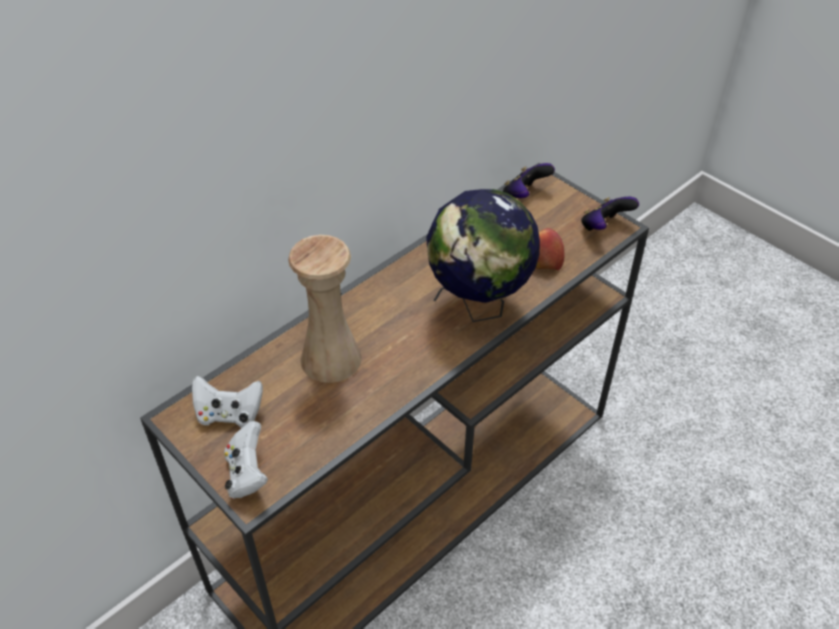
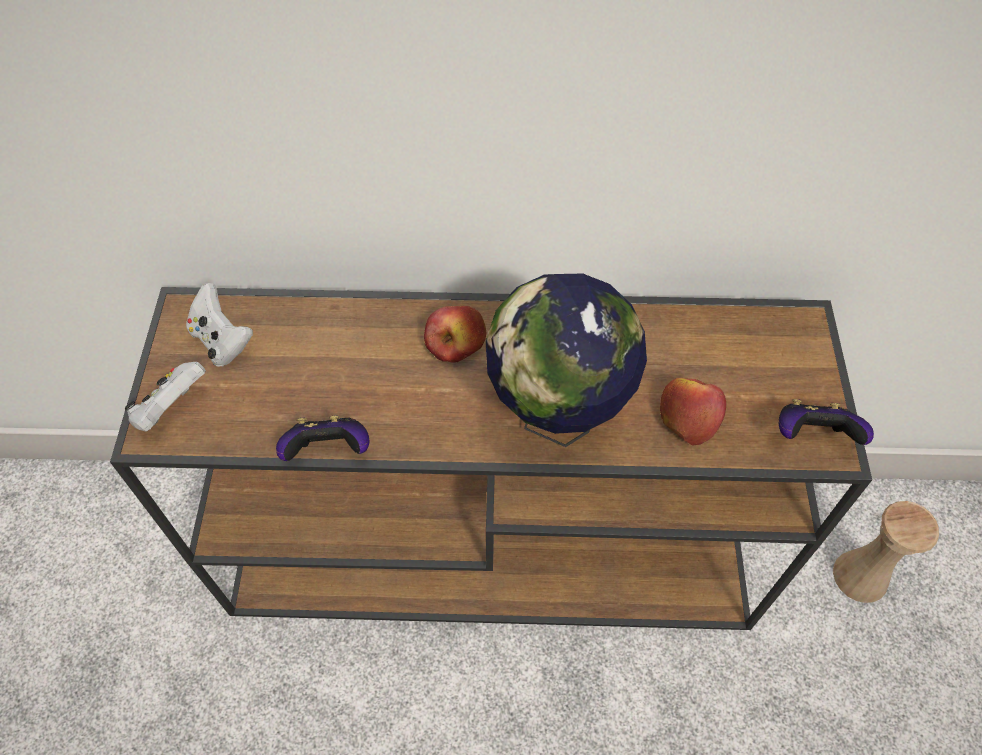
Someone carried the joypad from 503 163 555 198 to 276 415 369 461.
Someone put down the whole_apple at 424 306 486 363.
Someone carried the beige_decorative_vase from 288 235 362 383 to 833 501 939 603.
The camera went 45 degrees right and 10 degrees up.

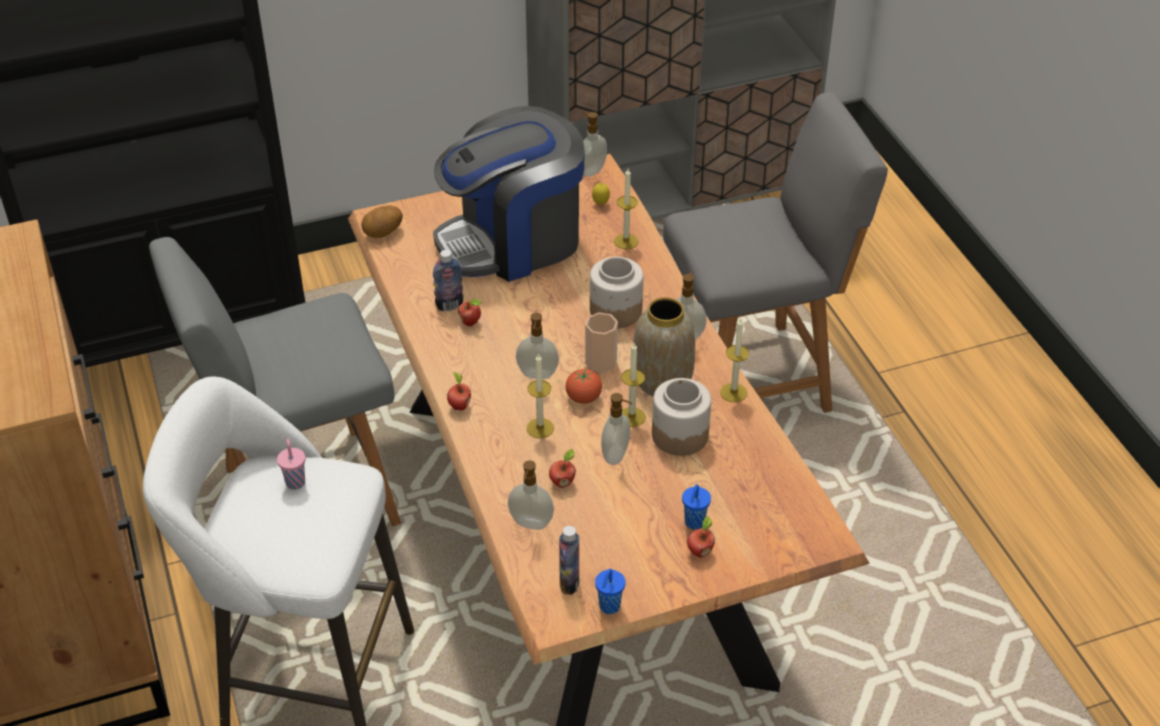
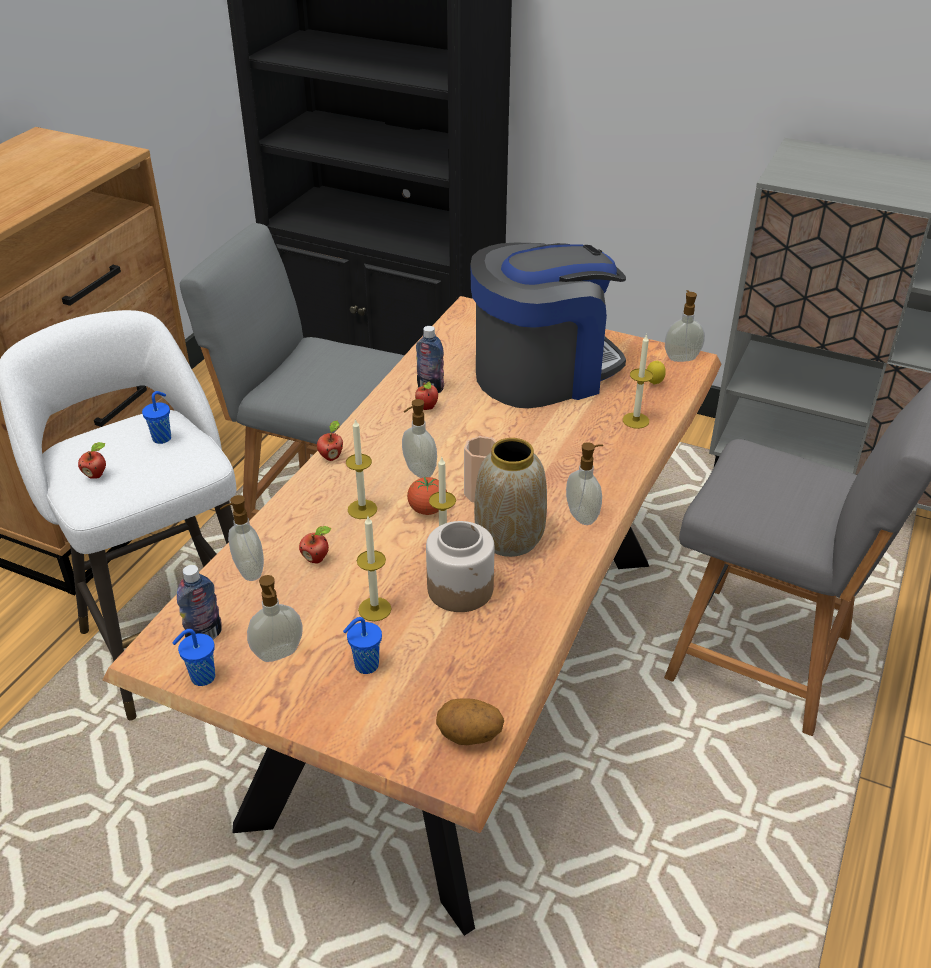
Someone carried the whole_apple from 687 516 715 558 to 78 442 106 479.
Someone repainted the pink_drinking_cup at 277 439 306 490, which became the bluish_drinking_cup at 142 391 171 444.
Someone carried the soap_dispenser from 601 393 632 465 to 247 575 303 662.
Someone carried the wax_light from 720 319 749 402 to 357 516 391 621.
Someone carried the potato from 361 205 403 238 to 436 698 504 745.
Someone rotated the coffee_machine at 433 106 585 282 by 135 degrees clockwise.
Someone took away the jar at 590 257 643 328.
The camera went 45 degrees right and 5 degrees down.

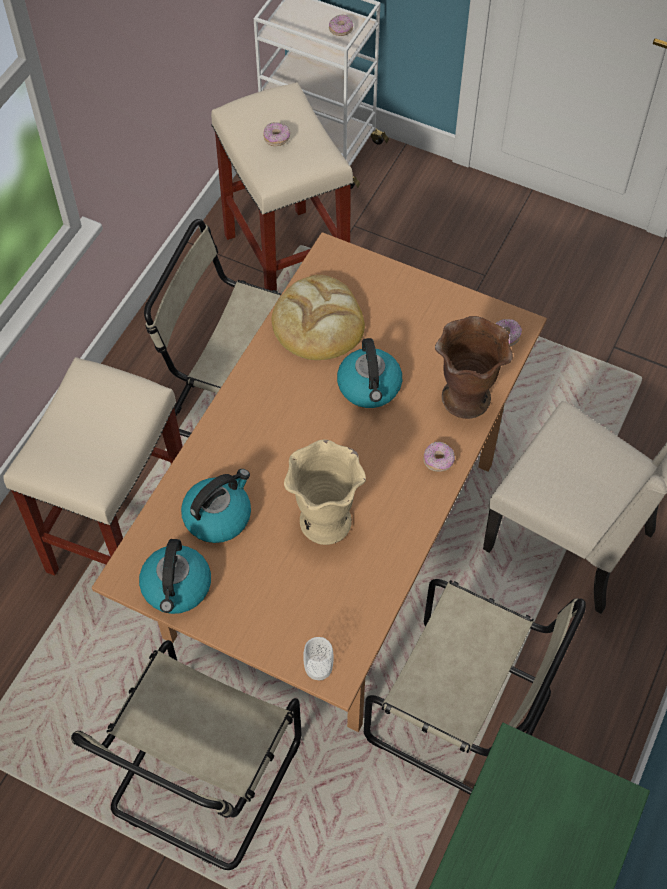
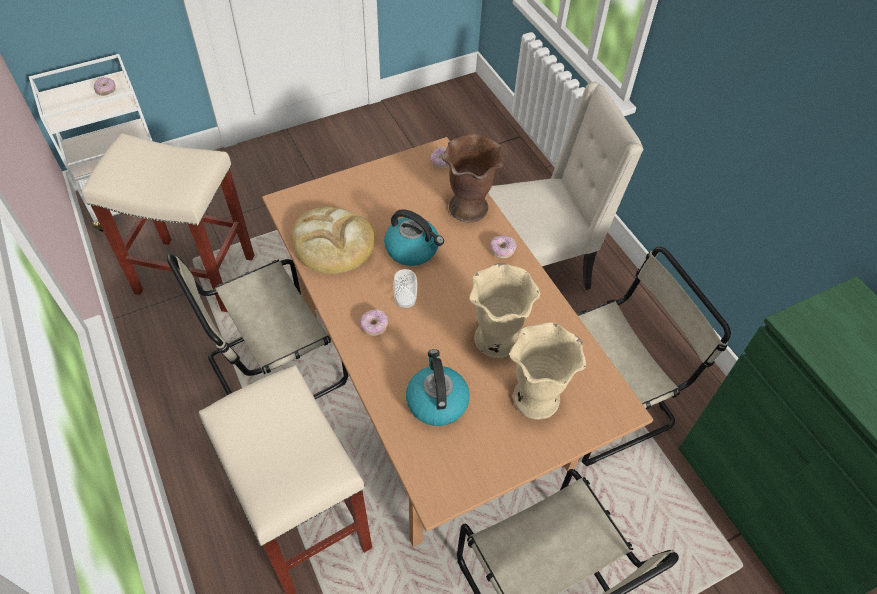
Someone carried the doughnut from 263 122 290 146 to 360 309 388 336.
Someone carried the drinking_cup from 303 637 334 681 to 393 269 417 309.
Someone put down the beige_decorative_vase at 509 322 586 420.
Someone took away the kettle at 139 539 211 614.
The camera went 55 degrees left and 5 degrees down.

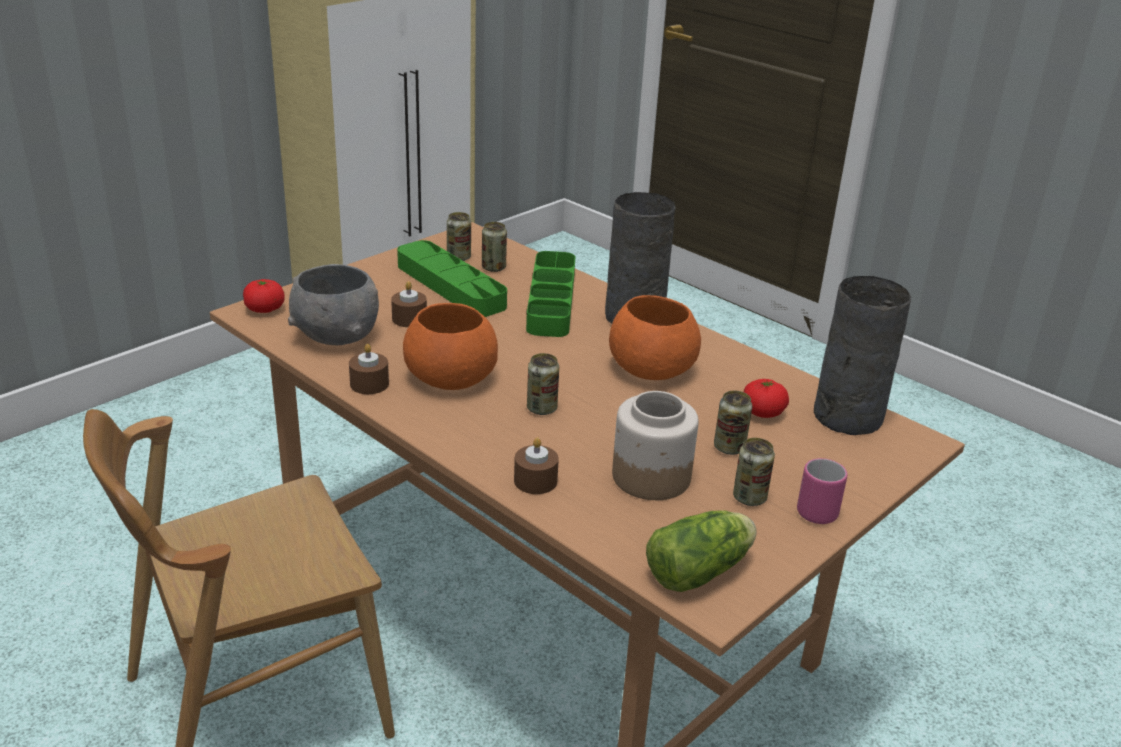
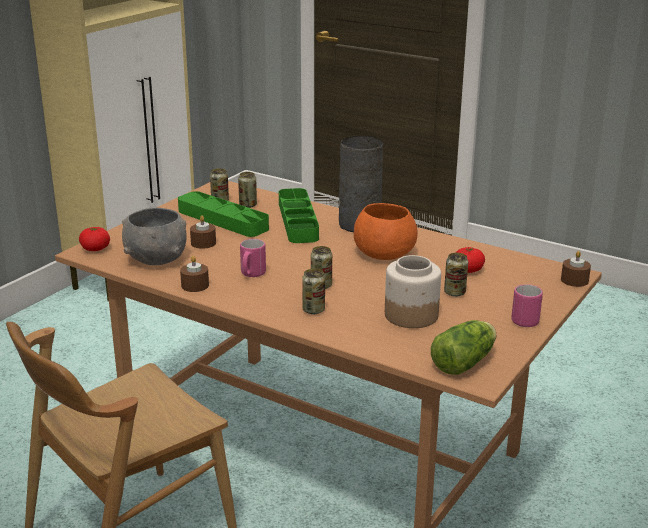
Someone swapped the orangey_bowl at 403 303 498 390 for the pink_mug at 240 239 266 277.
Someone carried the sealed_can from 733 438 775 506 to 302 269 325 314.
Someone carried the brown-coloured_wax_light from 514 437 559 494 to 561 251 591 287.
Someone took away the greyish_decorative_vase at 814 276 911 435.
The camera went 10 degrees left and 5 degrees down.

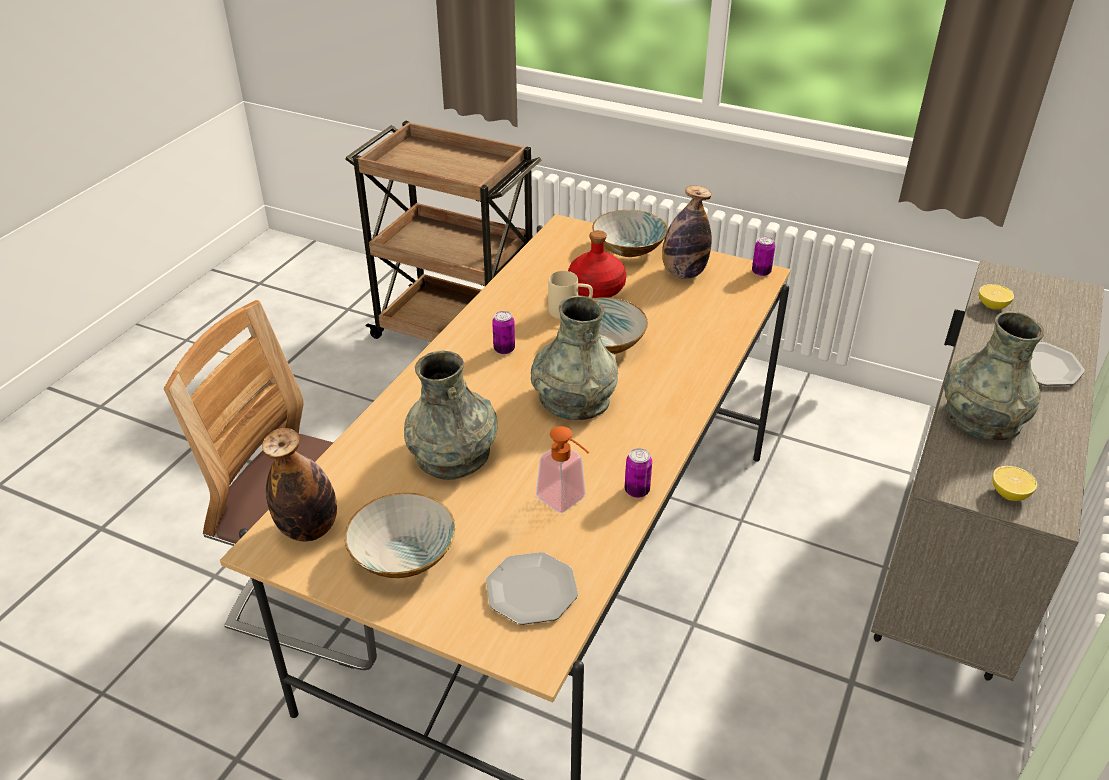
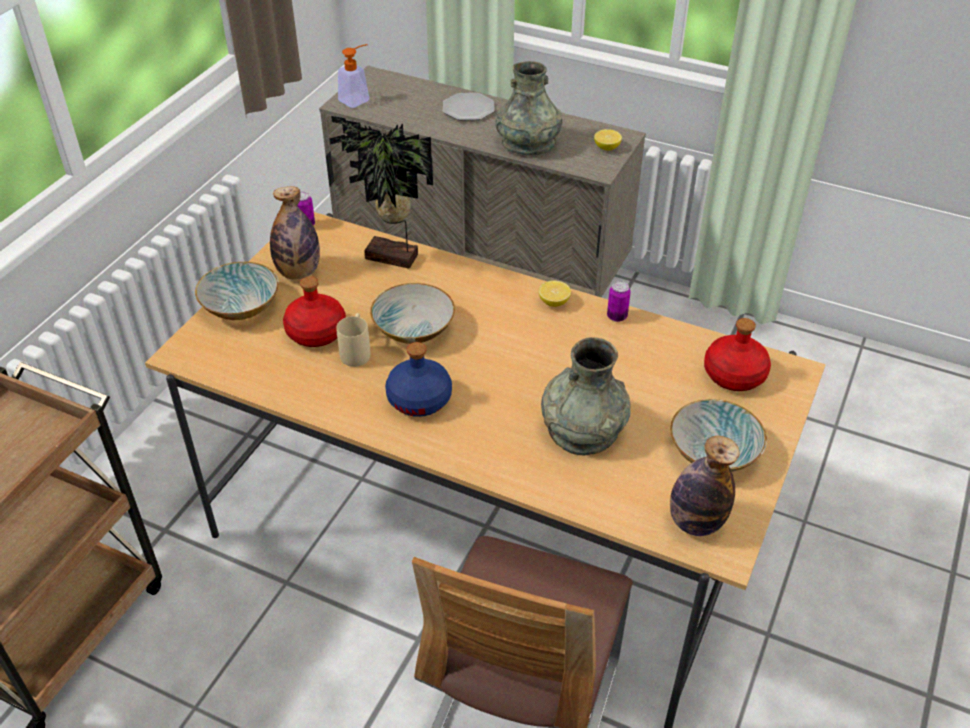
Someone put down the potted_plant at 330 116 433 269.
Someone carried the soap_dispenser from 536 426 589 513 to 338 44 369 108.
Someone swapped the sealed_can at 492 311 515 354 for the bluish_beverage_bottle at 385 342 452 417.
Someone carried the lemon from 979 284 1014 309 to 539 281 571 307.
Someone swapped the plate at 486 552 578 625 for the red-coloured_beverage_bottle at 704 318 771 391.
Someone took away the greyish_decorative_vase at 531 296 618 420.
The camera went 90 degrees left and 5 degrees up.

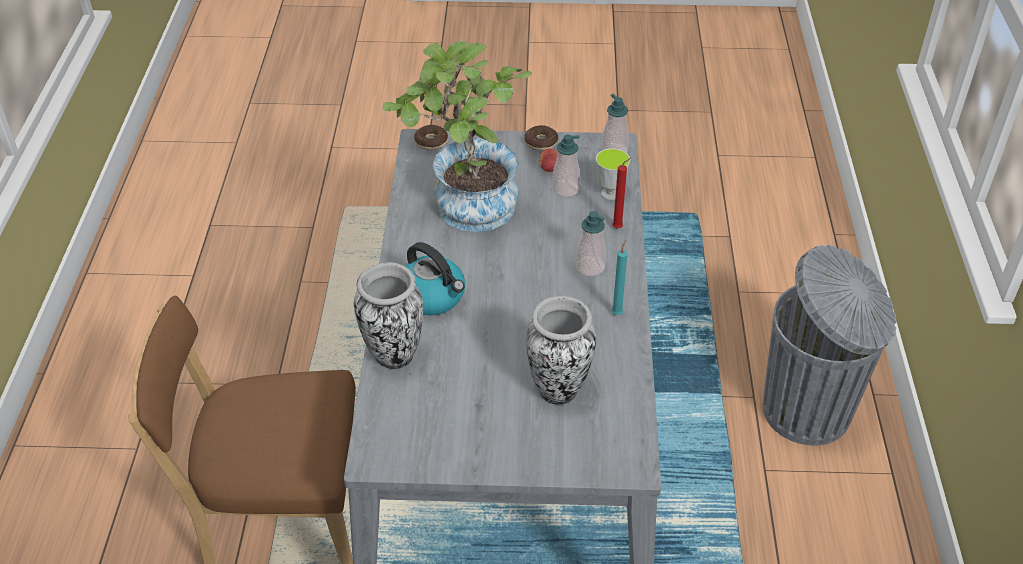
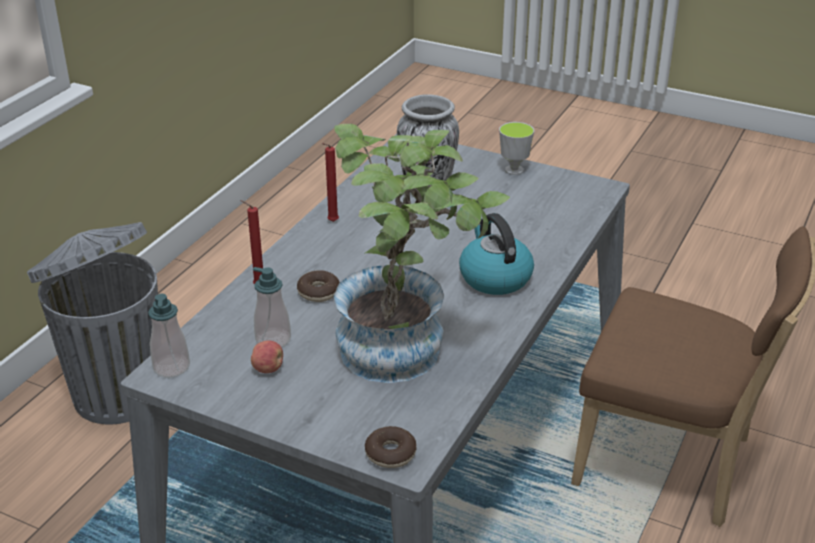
Someone carried the doughnut from 524 125 558 151 to 297 270 340 302.
Someone repainted the blue-green_wax_light at 612 240 627 315, which became the red-coloured_wax_light at 322 143 339 222.
Someone carried the drinking_cup from 596 148 630 200 to 499 122 534 175.
Someone took away the decorative_vase at 354 262 423 369.
Someone took away the soap_dispenser at 576 211 606 276.
The camera went 155 degrees left and 10 degrees down.

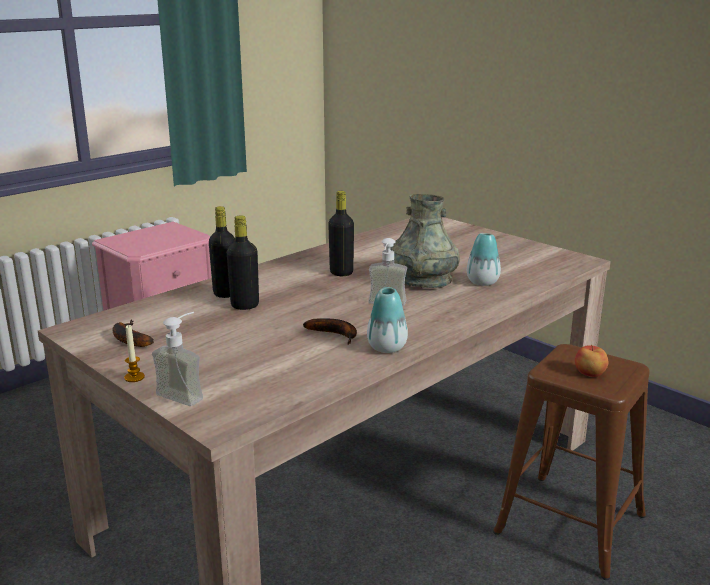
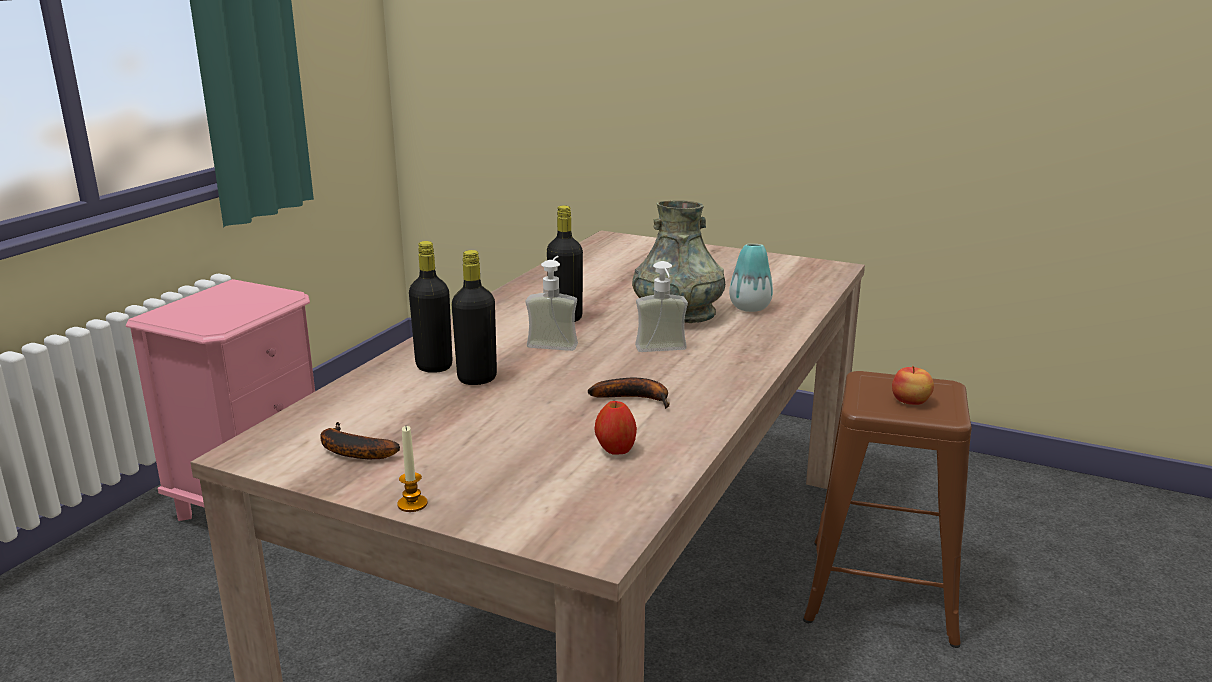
Someone carried the soap_dispenser from 152 312 203 406 to 526 256 578 351.
Someone put down the whole_apple at 594 401 637 454.
Someone took away the decorative_vase at 367 287 408 353.
The camera went 20 degrees left and 0 degrees up.

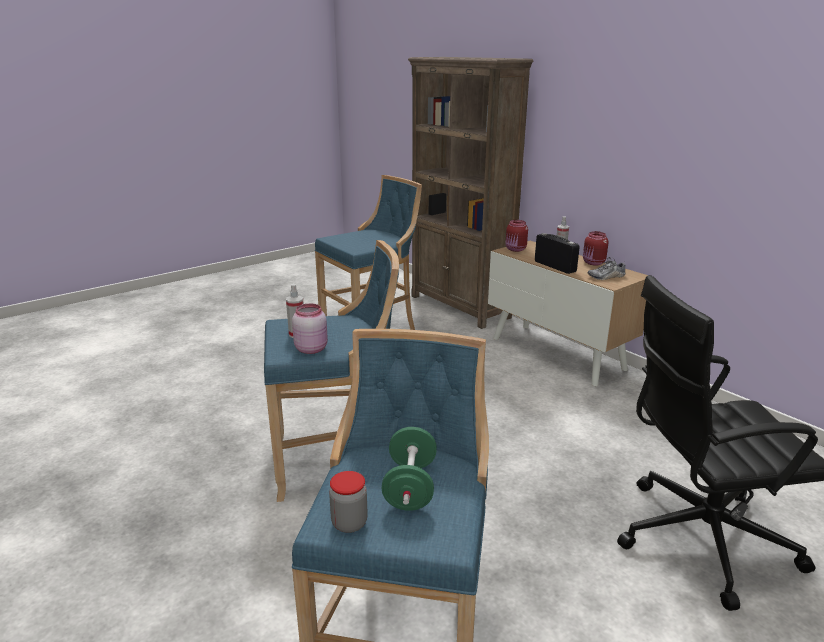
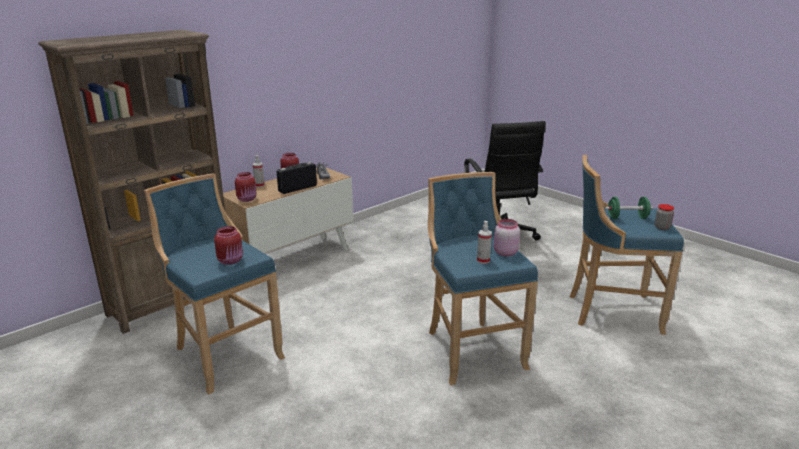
Someone put down the red-coloured_jar at 214 226 243 265.
The camera went 95 degrees left and 0 degrees up.

